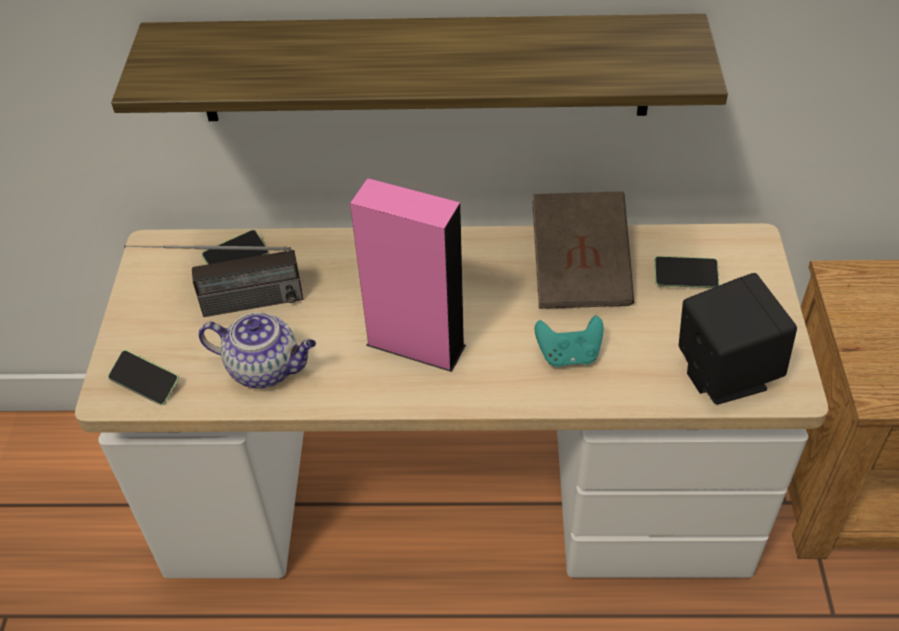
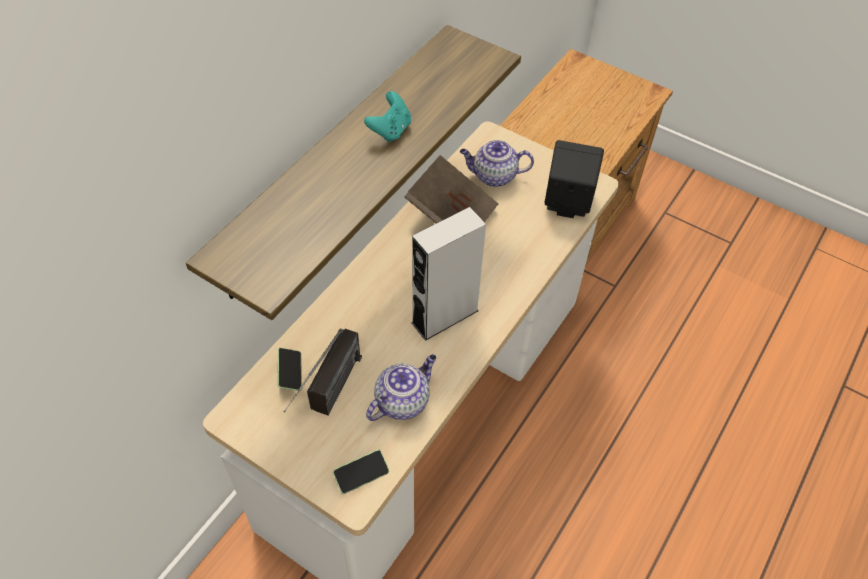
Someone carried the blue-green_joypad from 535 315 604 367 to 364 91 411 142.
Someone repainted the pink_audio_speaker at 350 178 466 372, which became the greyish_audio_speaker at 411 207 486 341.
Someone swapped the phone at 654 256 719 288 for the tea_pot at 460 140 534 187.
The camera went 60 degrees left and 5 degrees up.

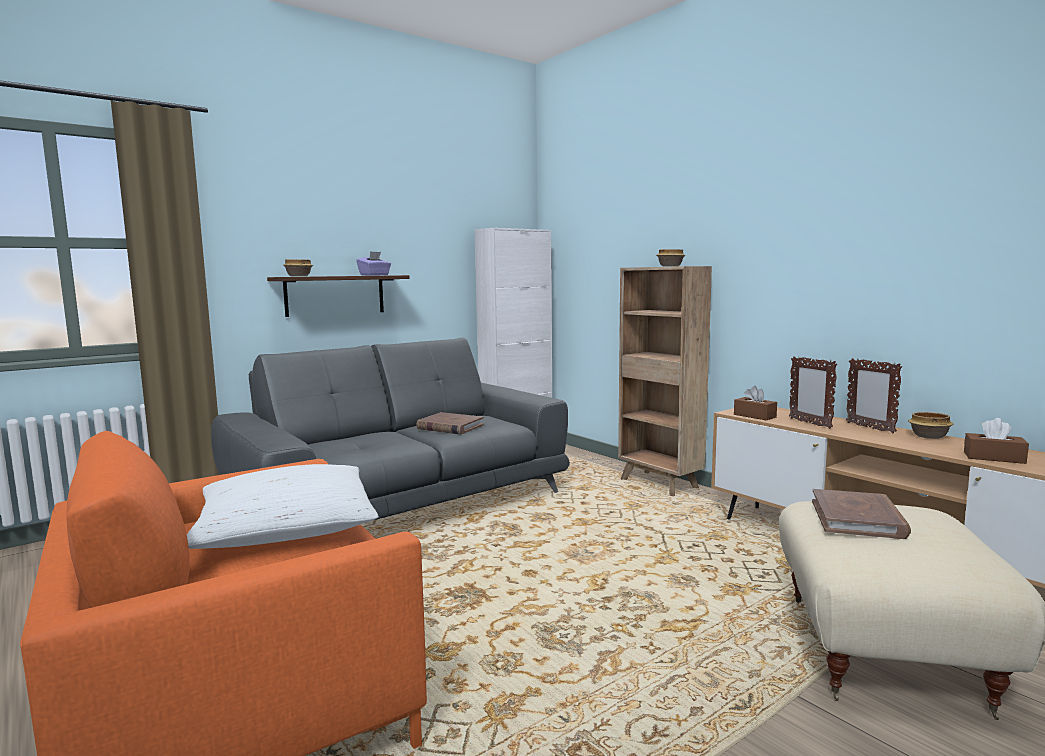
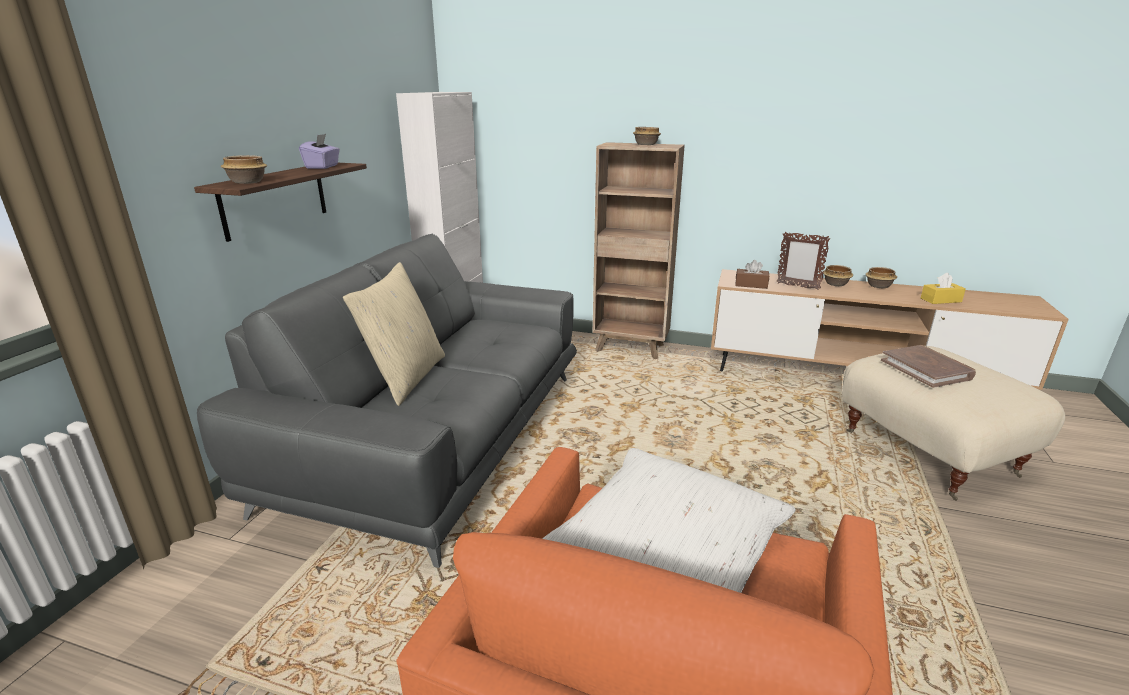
Someone put down the beige_throw_pillow at 343 262 445 406.
Someone swapped the picture_frame at 846 358 902 433 for the bowl at 823 265 853 286.
Someone repainted the brown-coloured_tissue_box at 964 418 1029 464, which became the yellowish_tissue_box at 921 273 966 304.
Someone took away the brown-coloured_book at 416 412 484 434.
The camera went 35 degrees left and 15 degrees up.

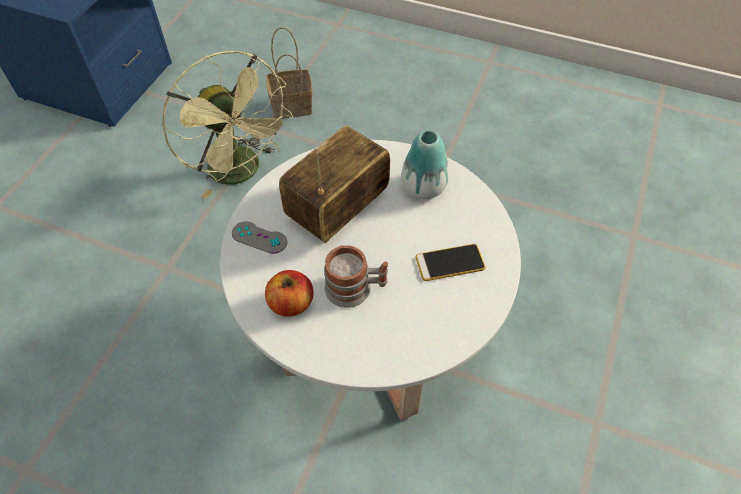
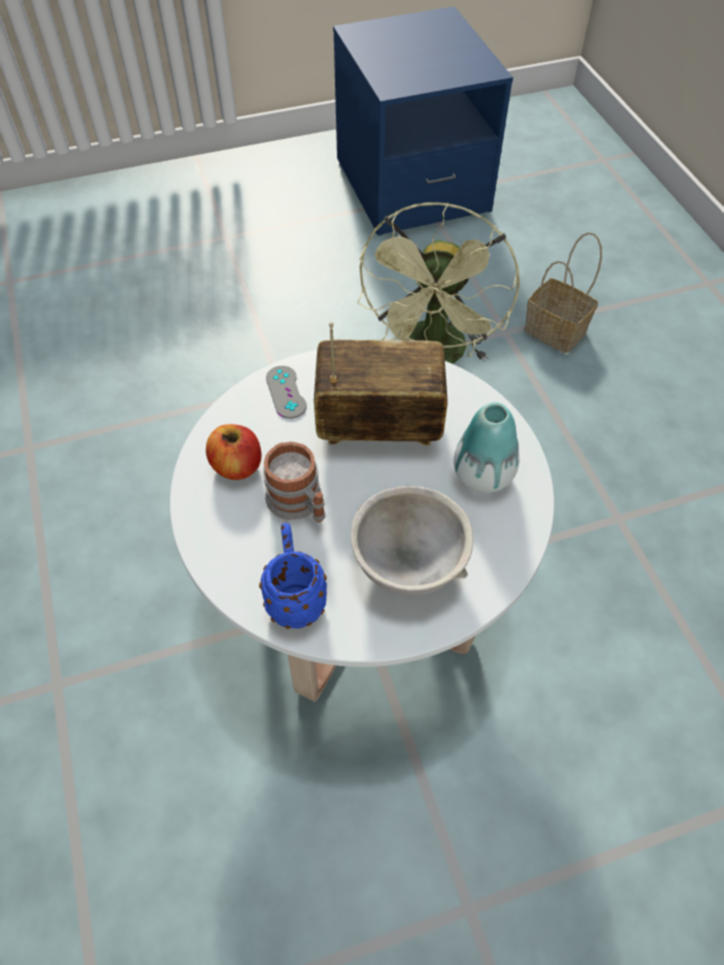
Someone put down the bluish_mug at 259 523 327 629.
Someone swapped the phone at 416 244 486 281 for the greyish_bowl at 351 486 473 596.
The camera went 50 degrees right and 0 degrees up.

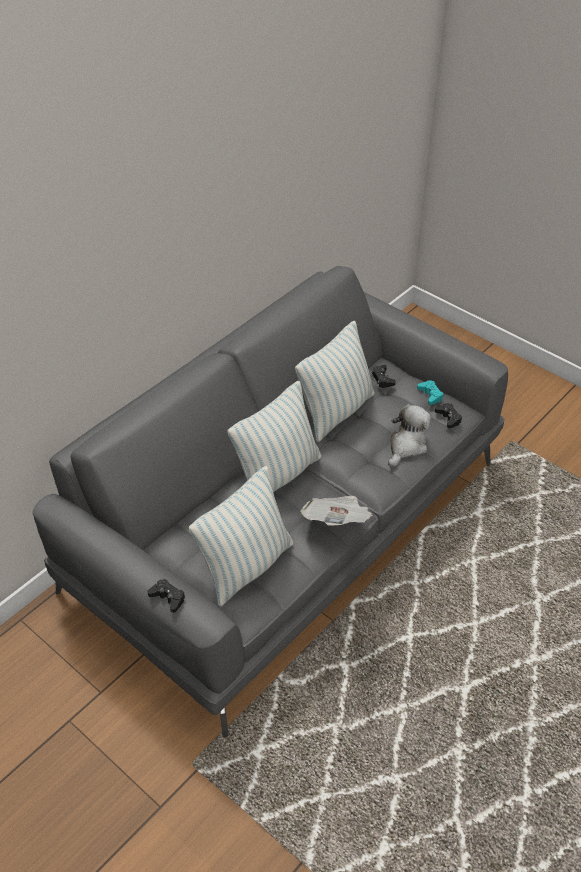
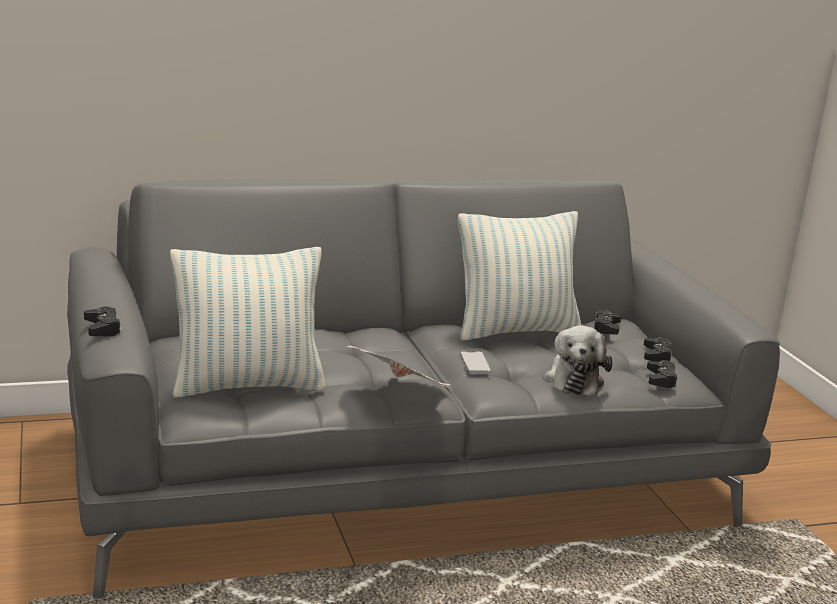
Someone put down the phone at 460 351 492 373.
Someone rotated the soft_toy at 388 404 431 467 by 120 degrees clockwise.
Someone repainted the blue-green_joypad at 417 380 443 405, which became the black-coloured_joypad at 644 338 672 362.
Someone took away the throw_pillow at 227 381 321 492.
The camera went 30 degrees right and 25 degrees down.

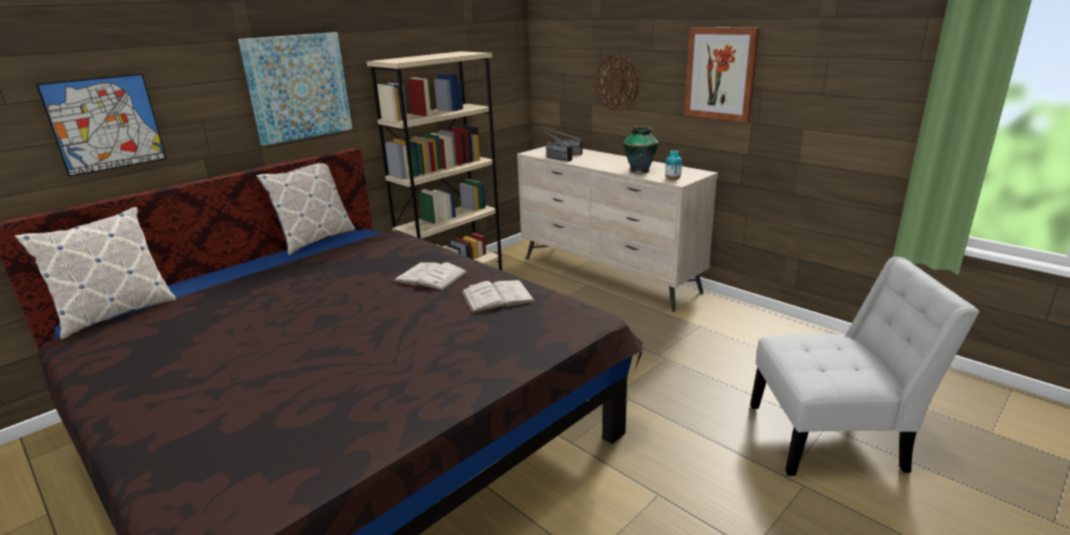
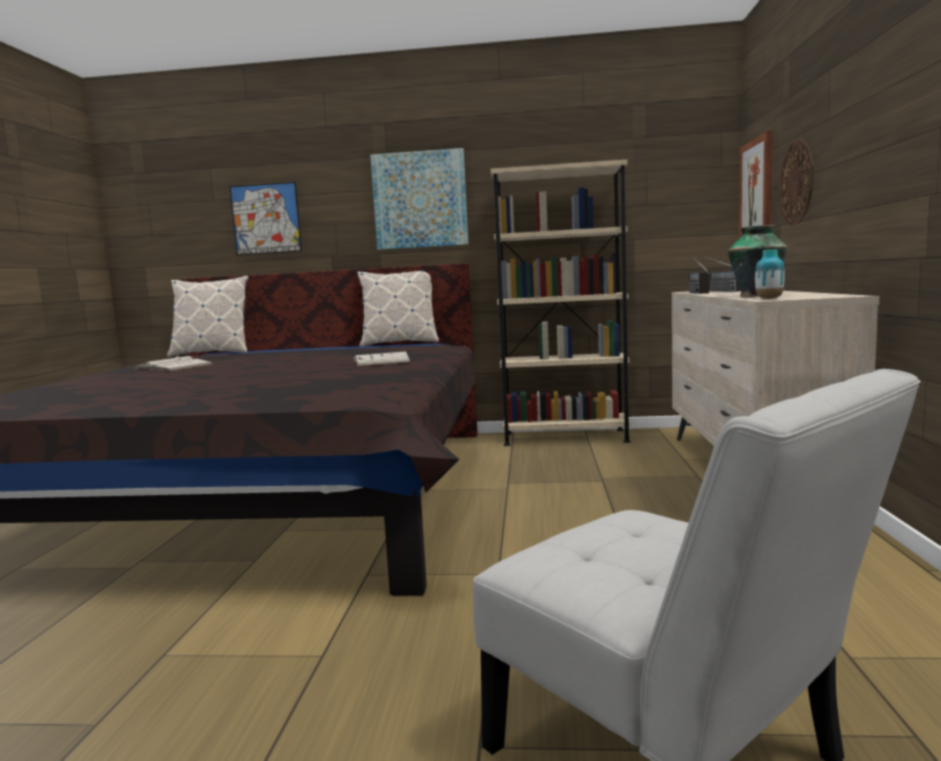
Someone carried the white-coloured_book from 461 280 536 313 to 133 356 213 371.
Someone carried the wall_picture from 684 27 760 123 to 739 131 773 238.
The camera went 50 degrees right and 15 degrees down.

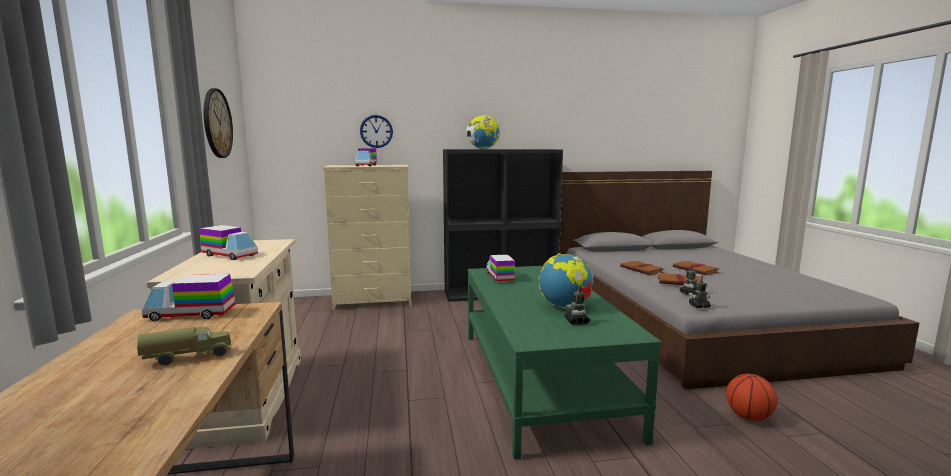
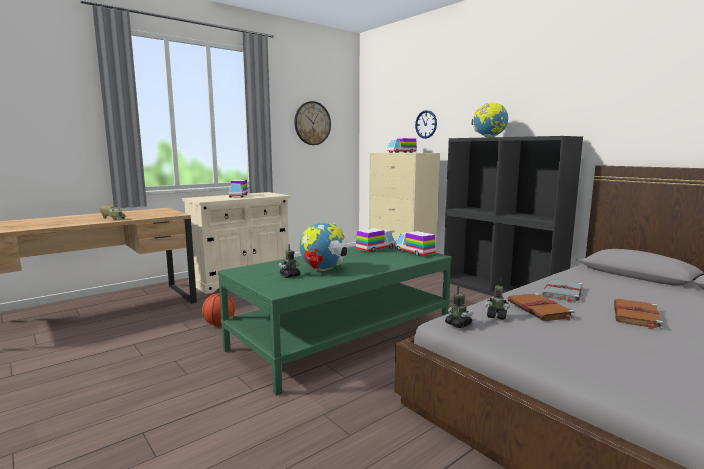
Someone carried the basketball_ball from 726 374 778 421 to 202 293 235 326.
Someone carried the model_truck from 142 274 235 322 to 394 231 436 256.
Someone repainted the brown-coloured_book at 620 260 665 275, which became the greyish_book at 542 279 583 303.
The camera went 60 degrees right and 0 degrees up.

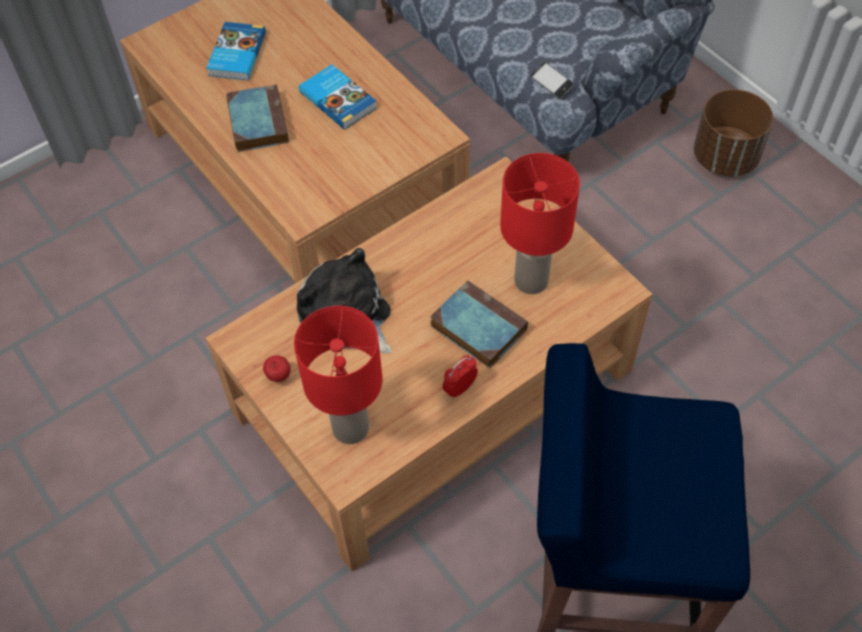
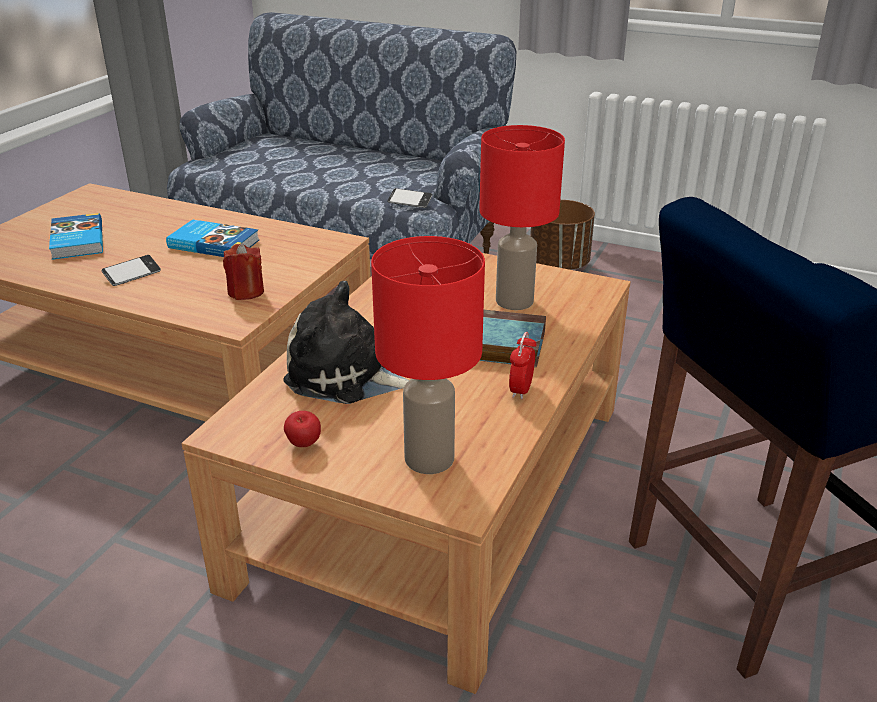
Someone swapped the book at 226 84 289 152 for the phone at 102 255 161 286.
Someone put down the red-coloured_wax_light at 223 243 264 300.
The camera went 30 degrees left and 25 degrees down.

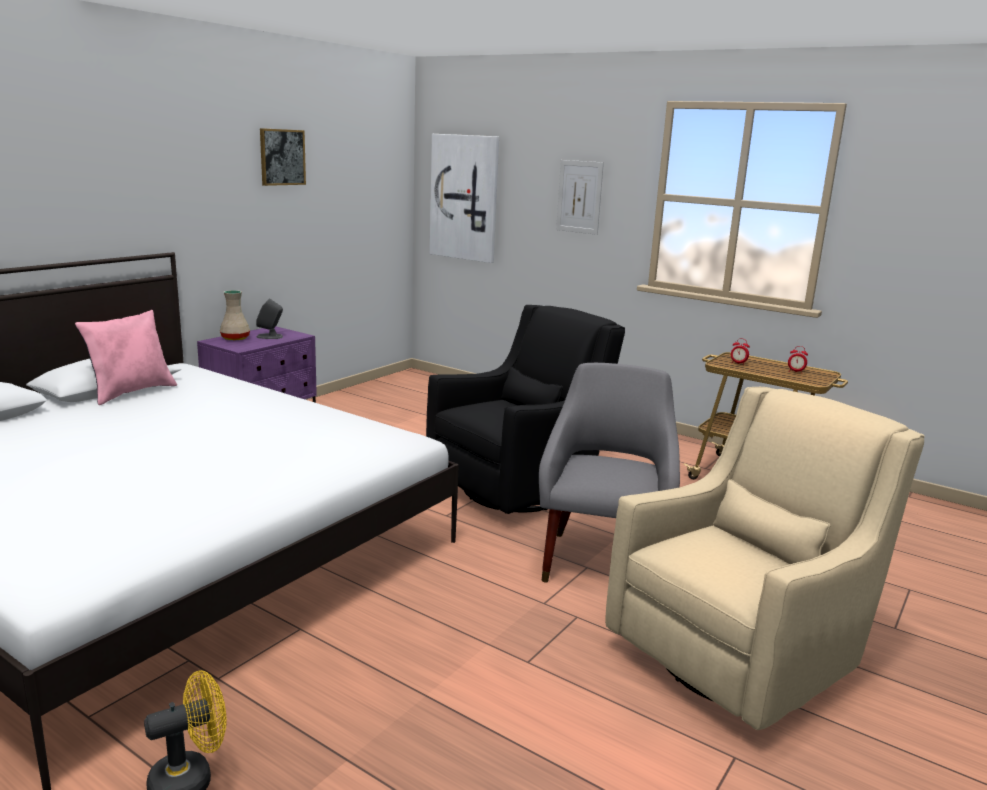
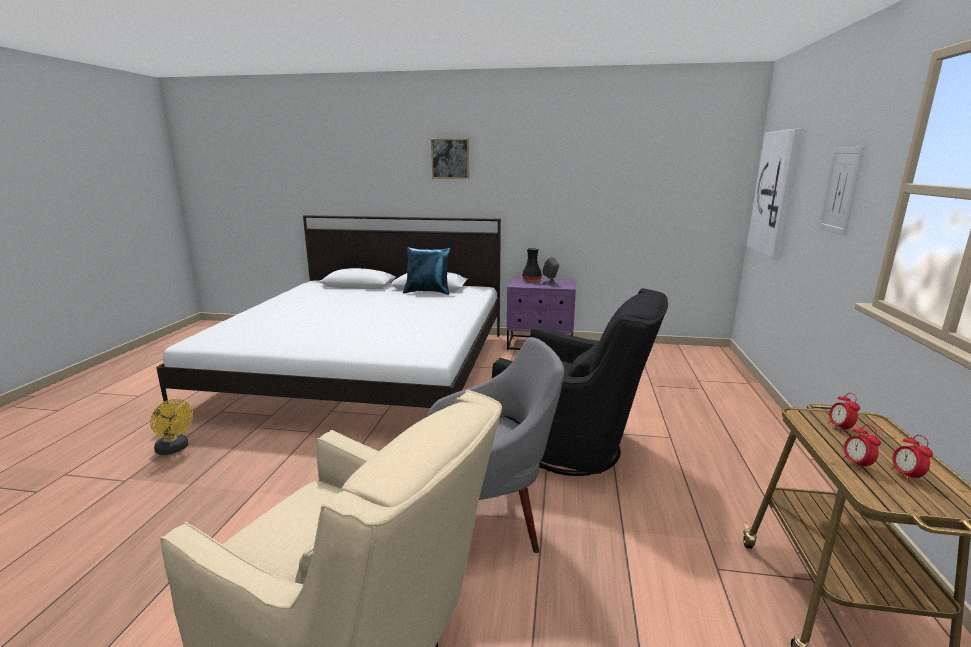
Someone repainted the pink_throw_pillow at 75 310 177 405, which became the bluish_throw_pillow at 403 247 451 295.
Someone carried the wall_picture from 260 128 306 186 to 431 139 469 179.
Someone repainted the beige_decorative_vase at 220 290 250 340, which became the black-coloured_decorative_vase at 522 248 542 282.
Someone put down the bedside_clock at 842 424 881 470.
The camera went 65 degrees right and 0 degrees up.

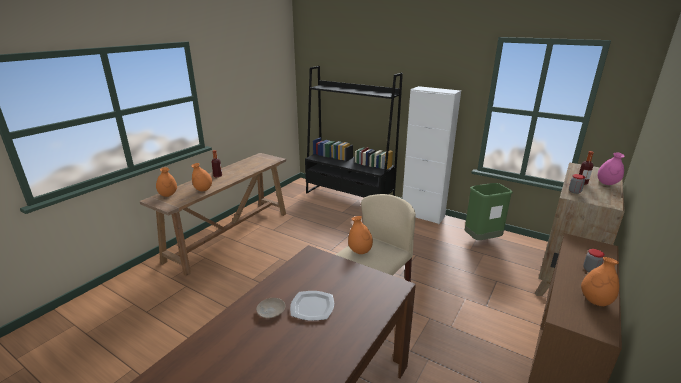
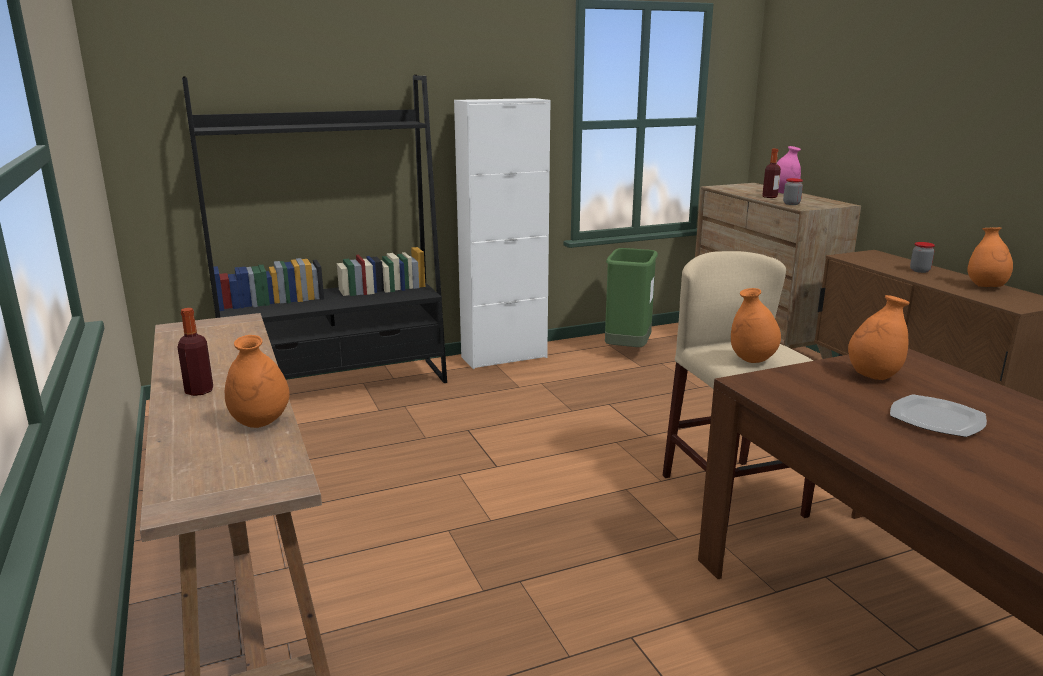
Someone carried the orangey_decorative_vase from 156 167 177 197 to 848 295 909 380.
Someone took away the beige_plate at 256 298 285 318.
The camera went 55 degrees left and 5 degrees down.

